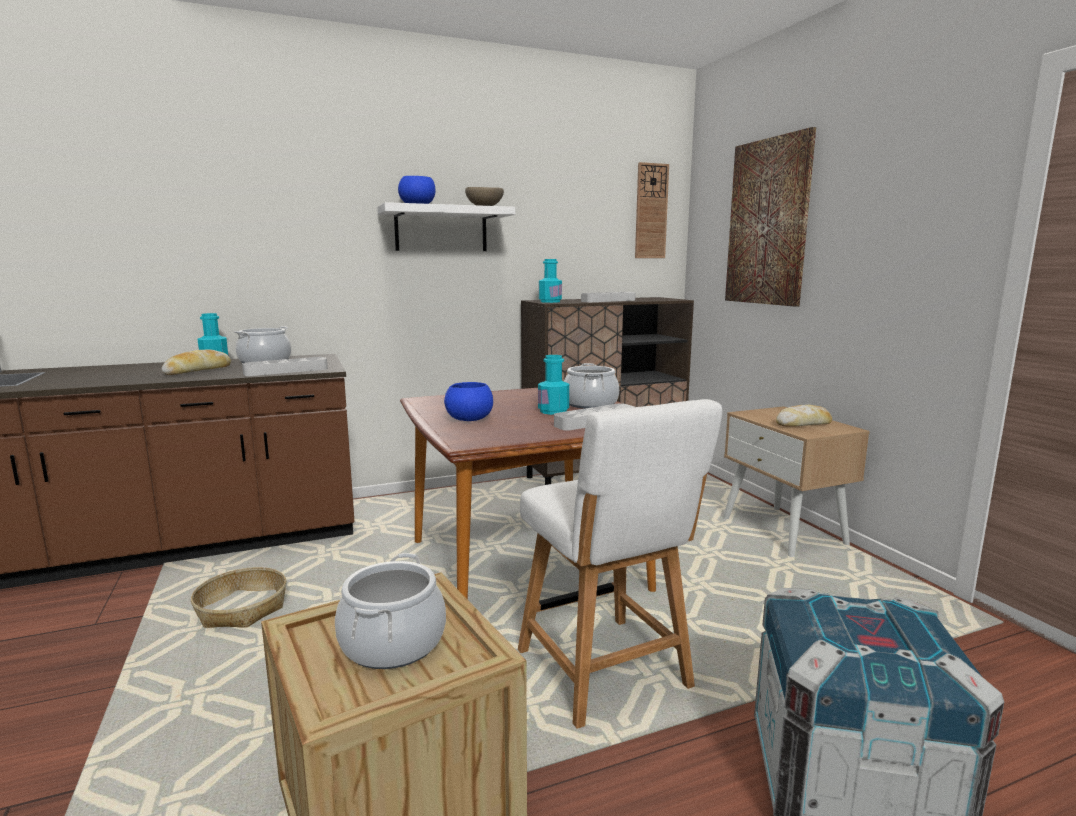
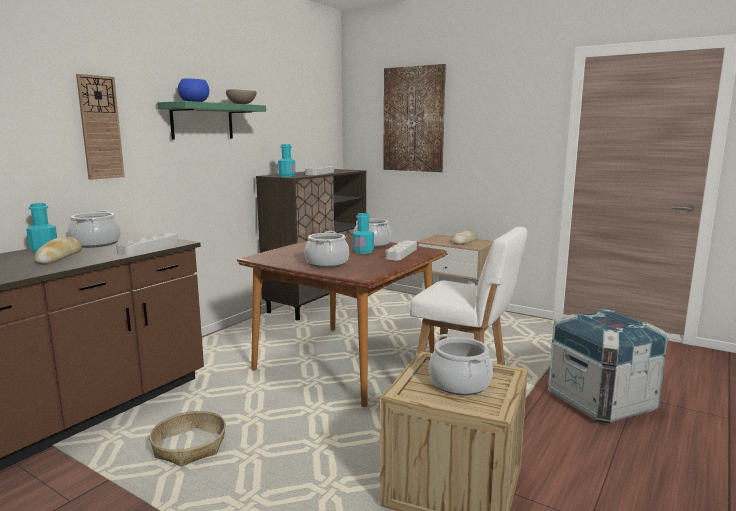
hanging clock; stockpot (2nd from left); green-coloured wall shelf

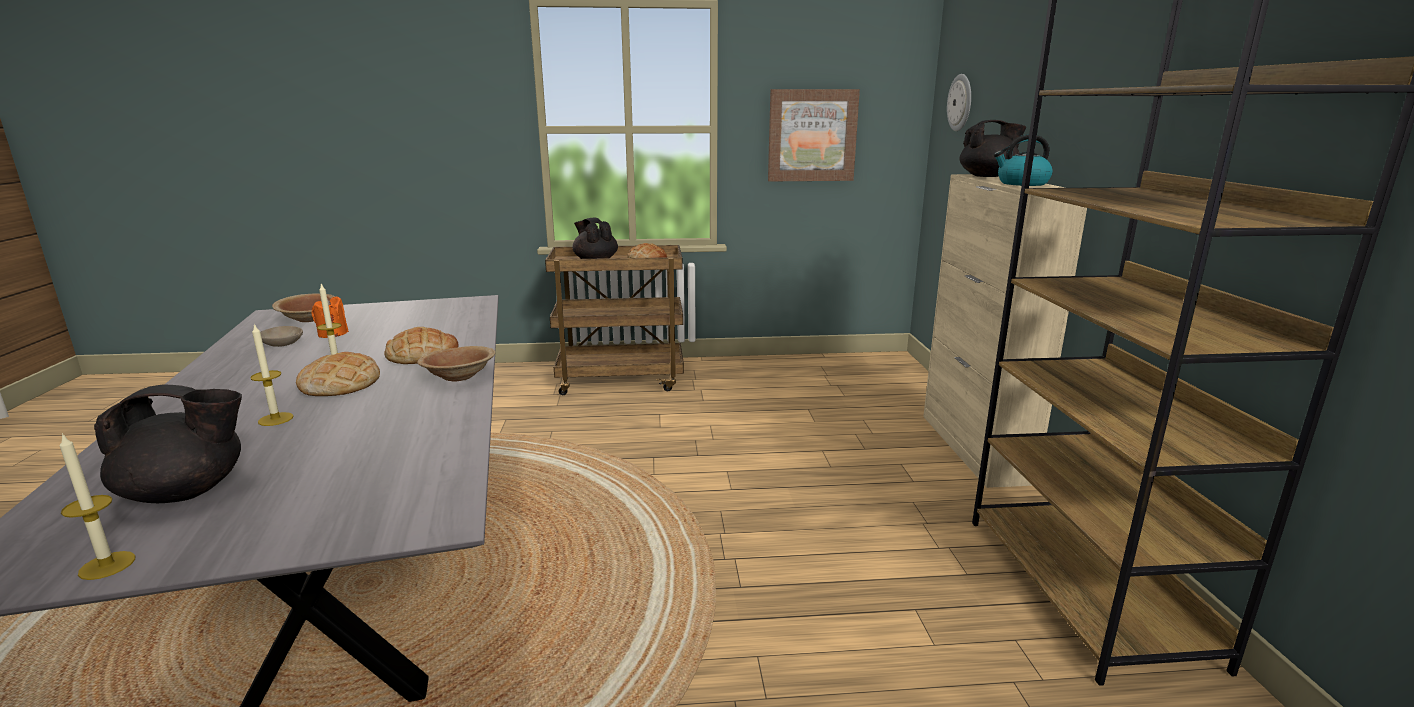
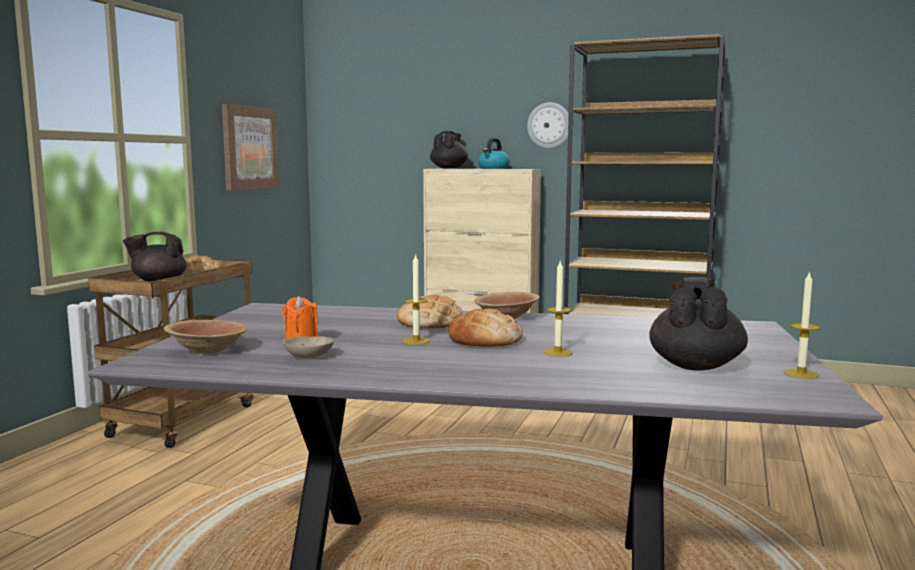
hanging clock

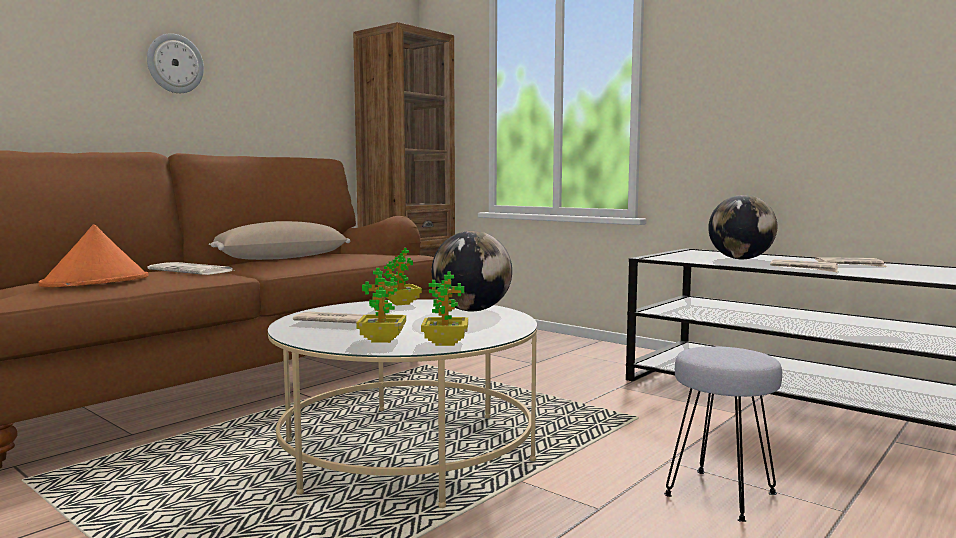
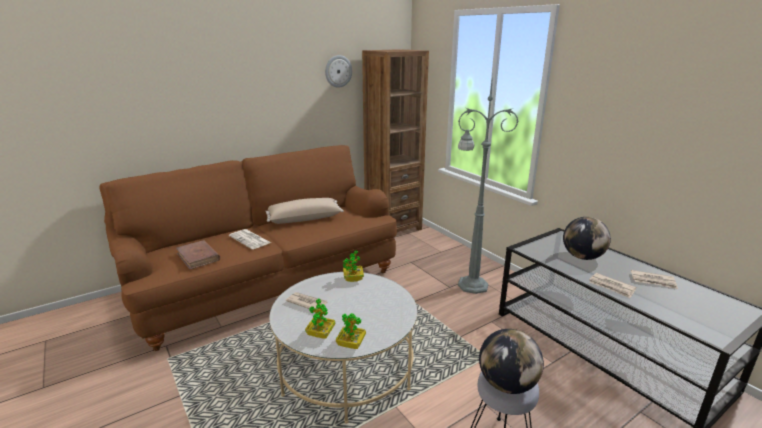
greyish standard lamp; hanging clock; world globe (1st from left); brown-coloured book

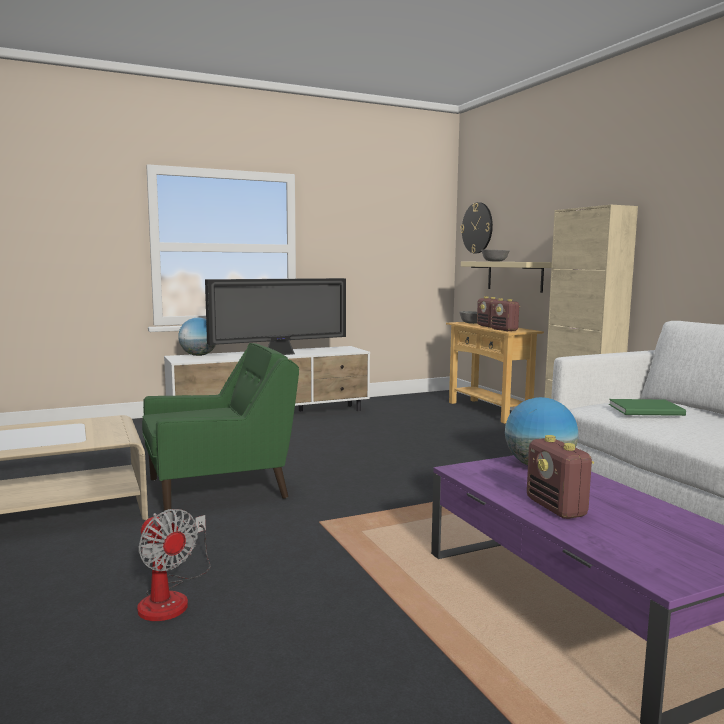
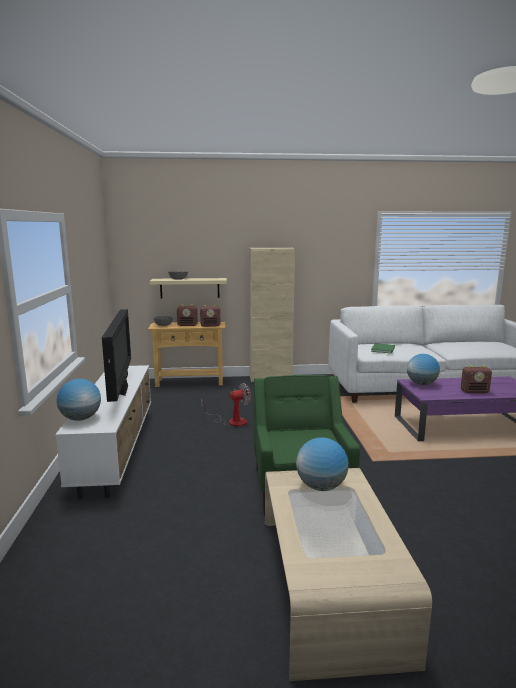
hanging clock; world globe (2nd from left); fan

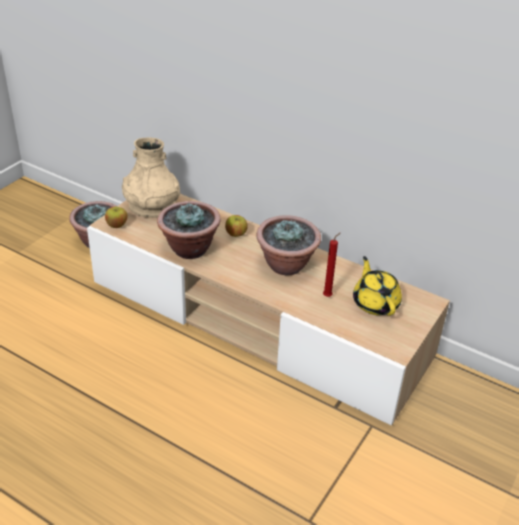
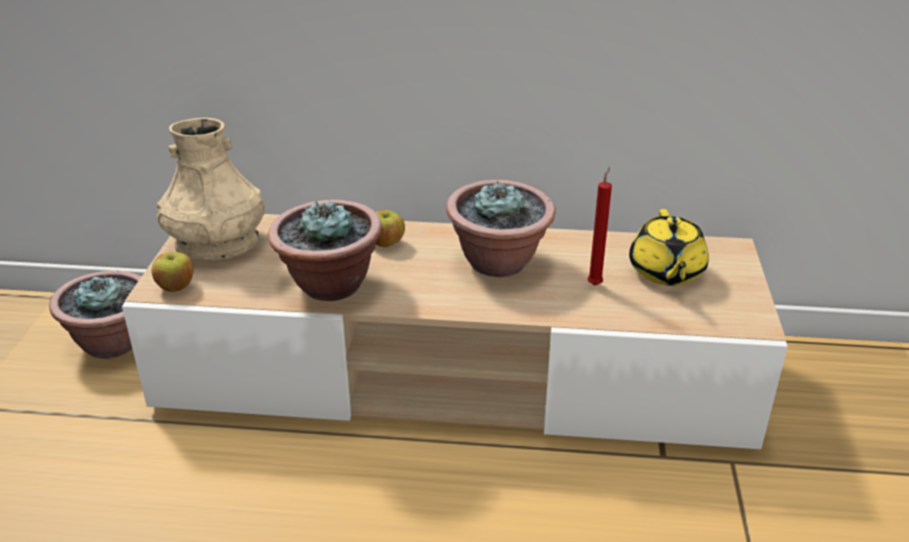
yellowish pot for tea

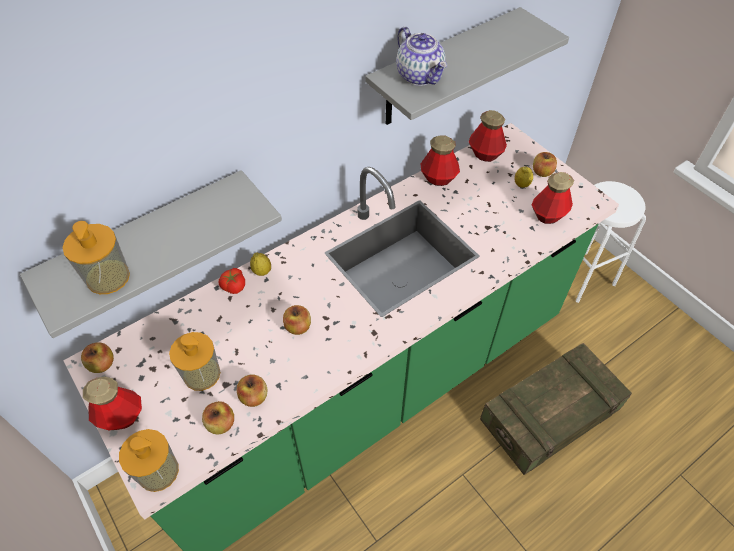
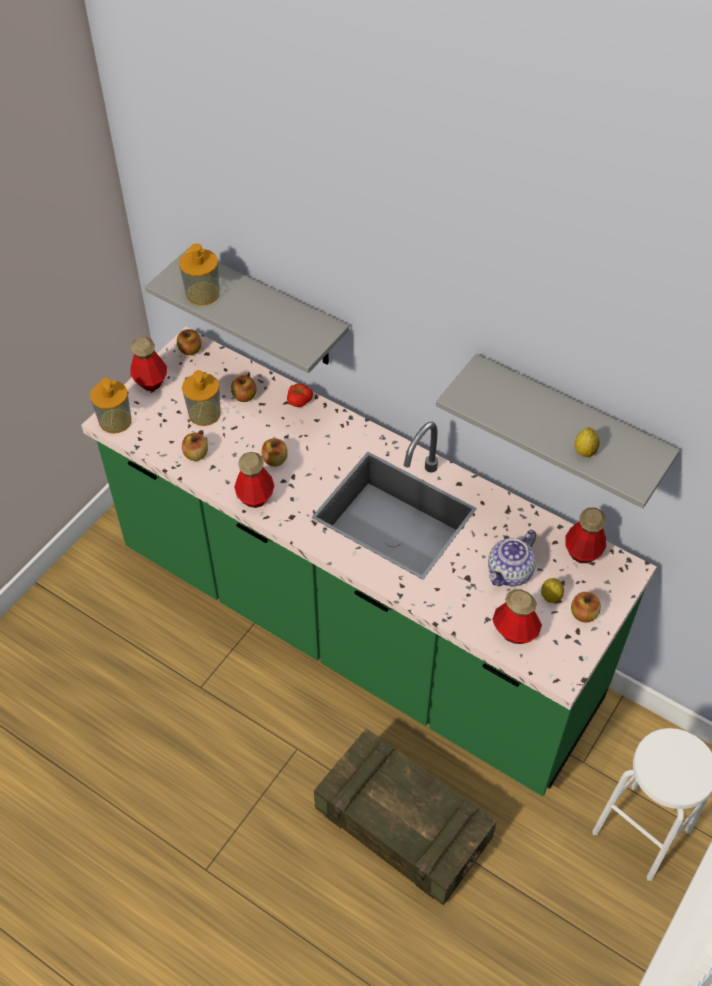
apple fruit (3rd from left); lemon (2nd from left); pot for tea; bottle (2nd from left)

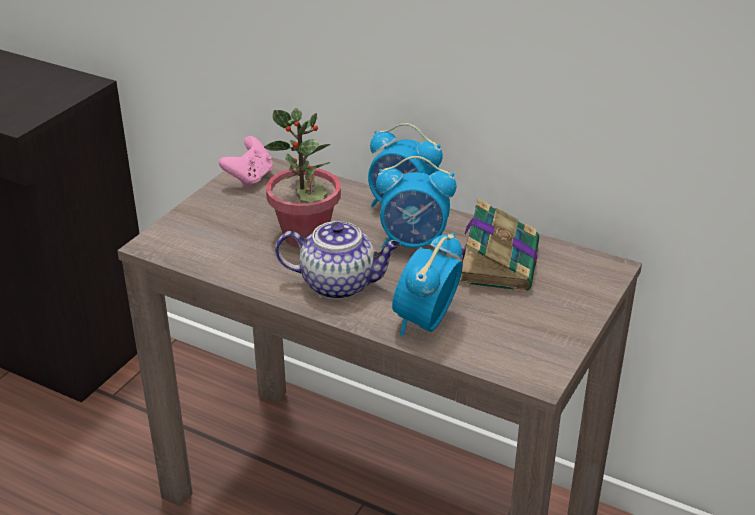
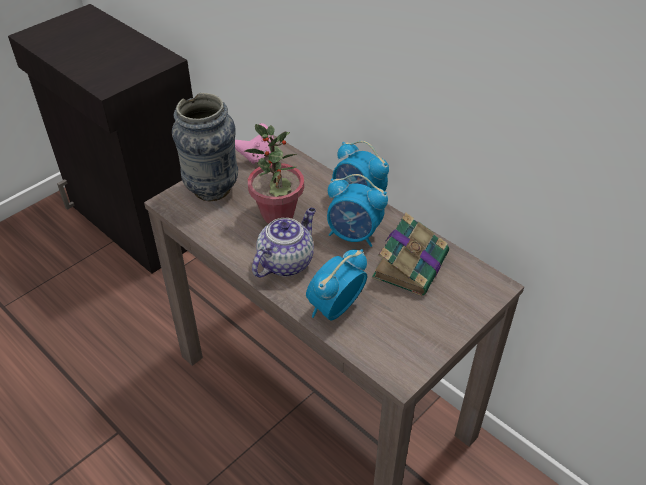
decorative vase; pot for tea

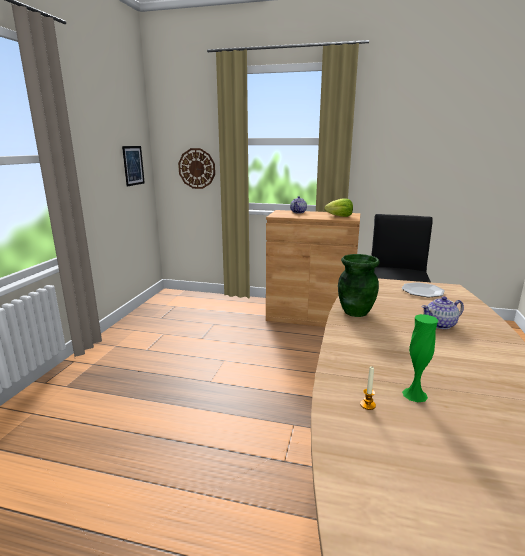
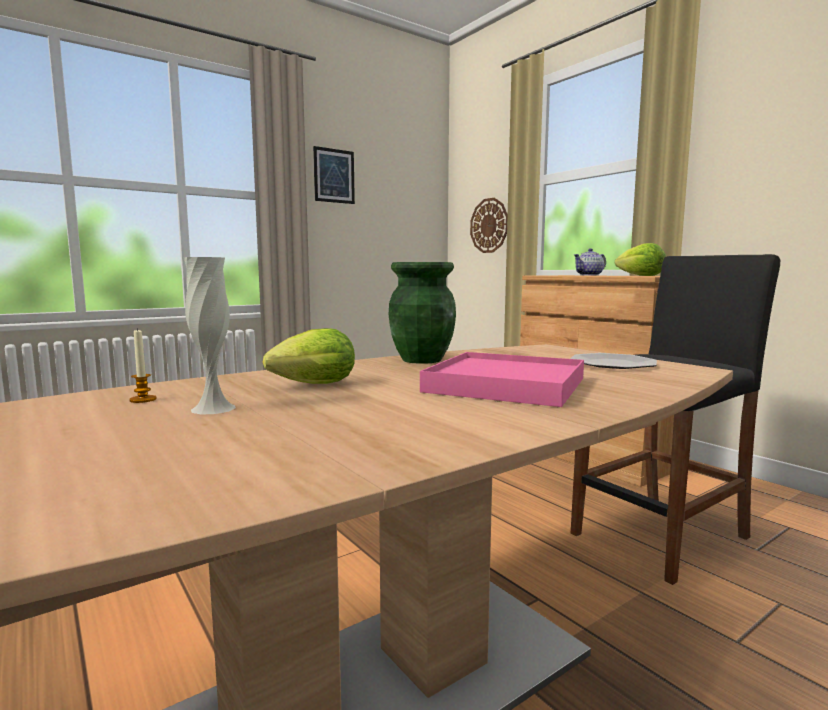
lettuce head (1st from left); wall art; pink-coloured serving tray; white-coloured decorative vase

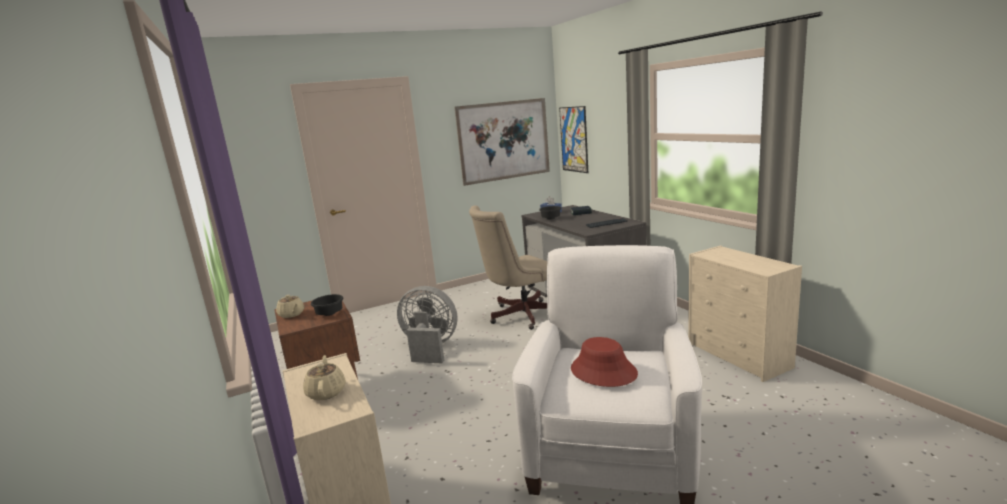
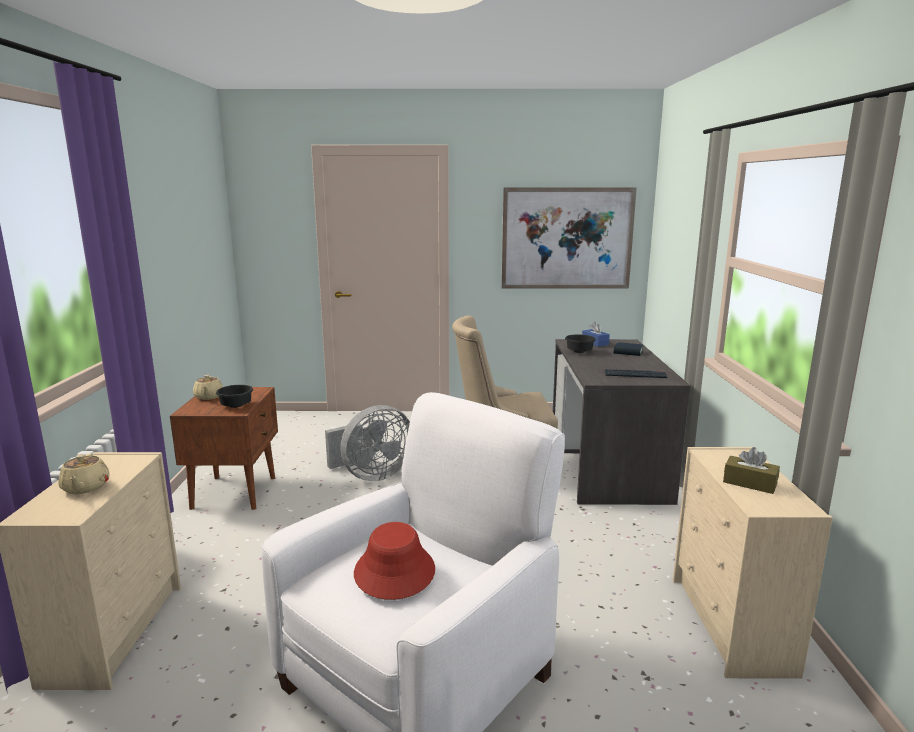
wall art (2nd from left in the first image); brown-coloured tissue holder; beige pot for tea (1st from left); greyish fan

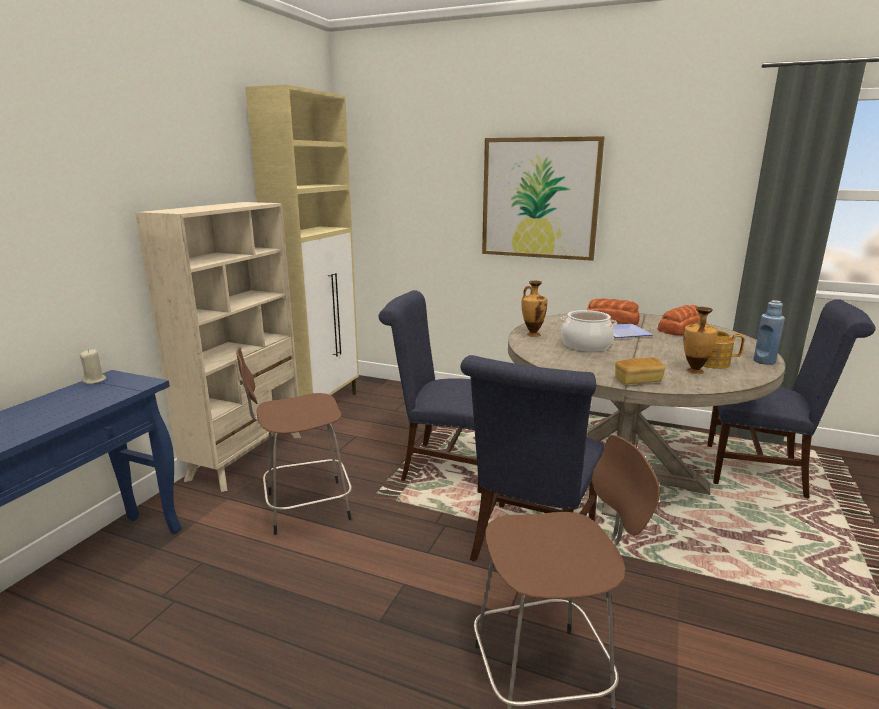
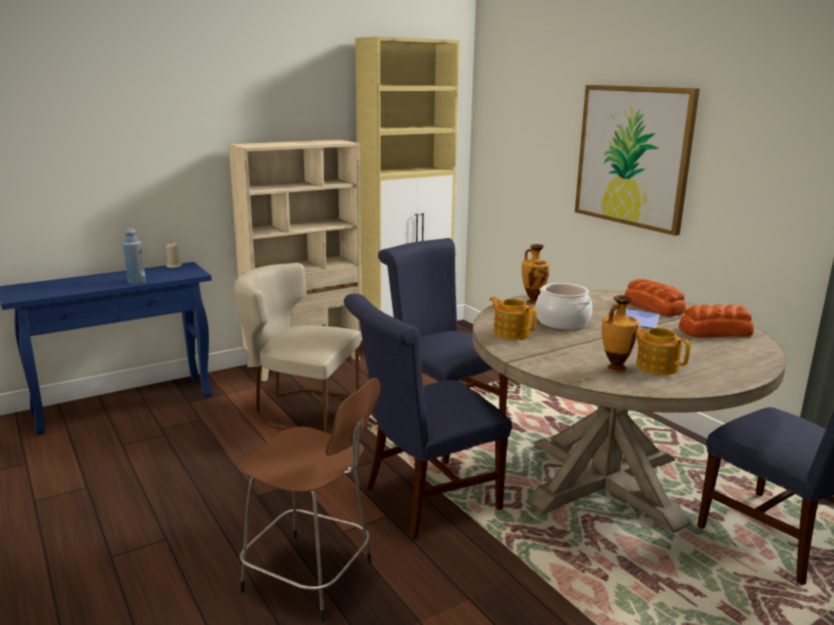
bakery bread (2nd from left in the first image); pot for tea (1st from left); blue bottle; beige chair

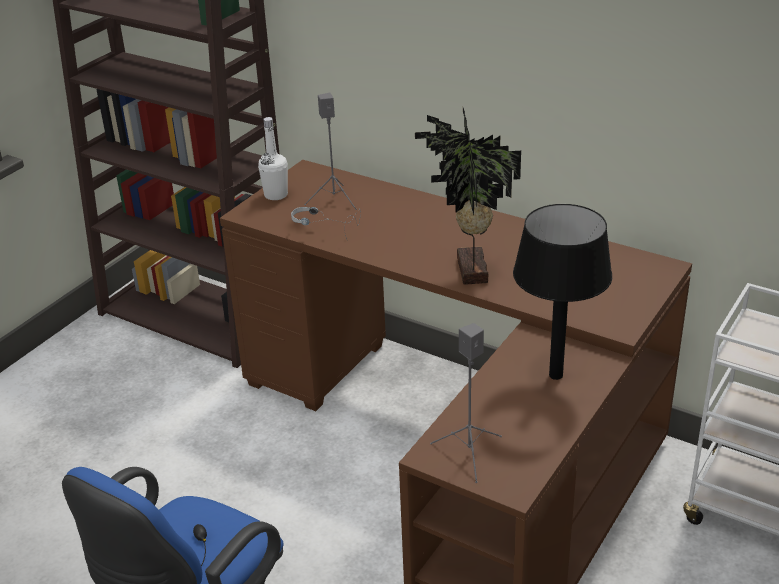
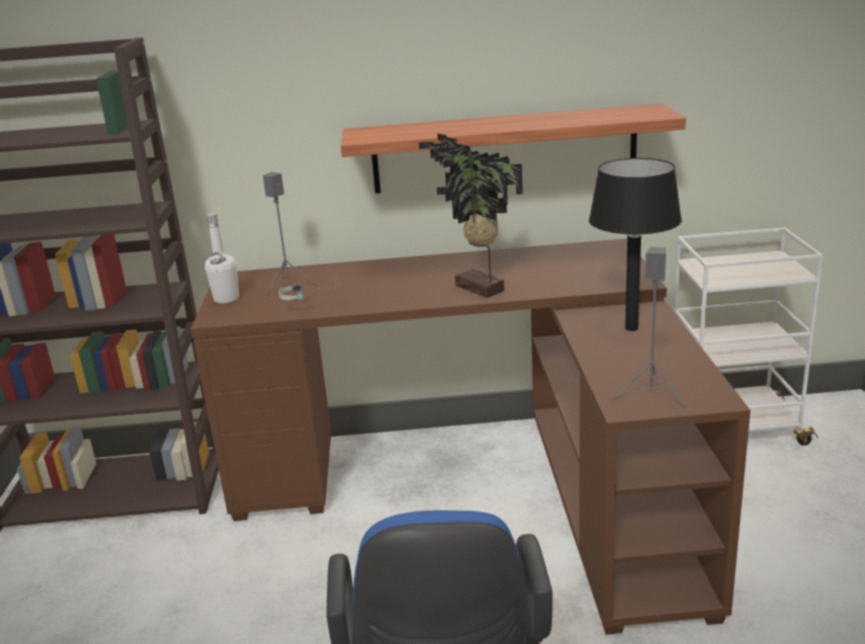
wall shelf

